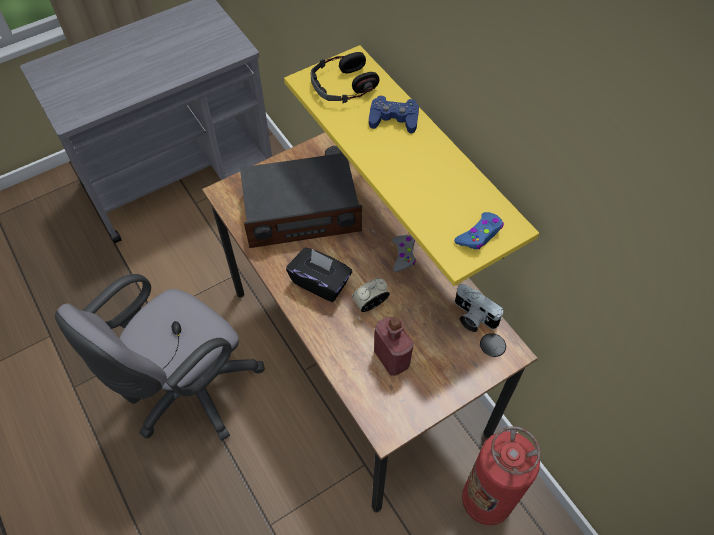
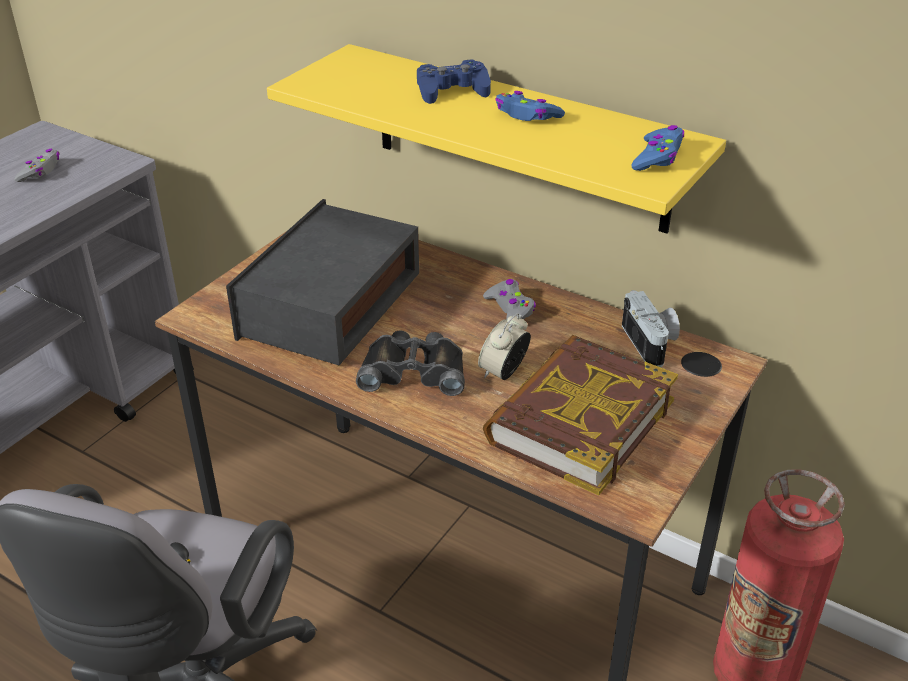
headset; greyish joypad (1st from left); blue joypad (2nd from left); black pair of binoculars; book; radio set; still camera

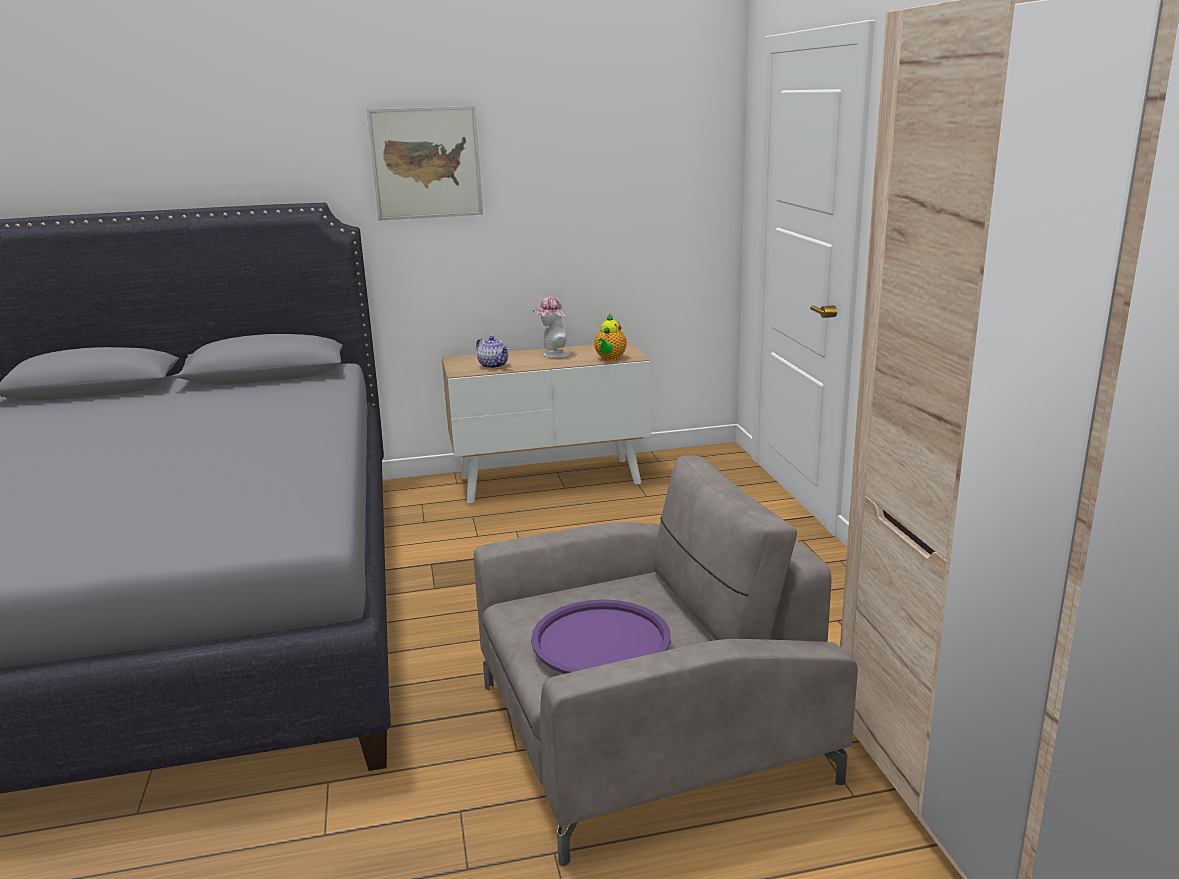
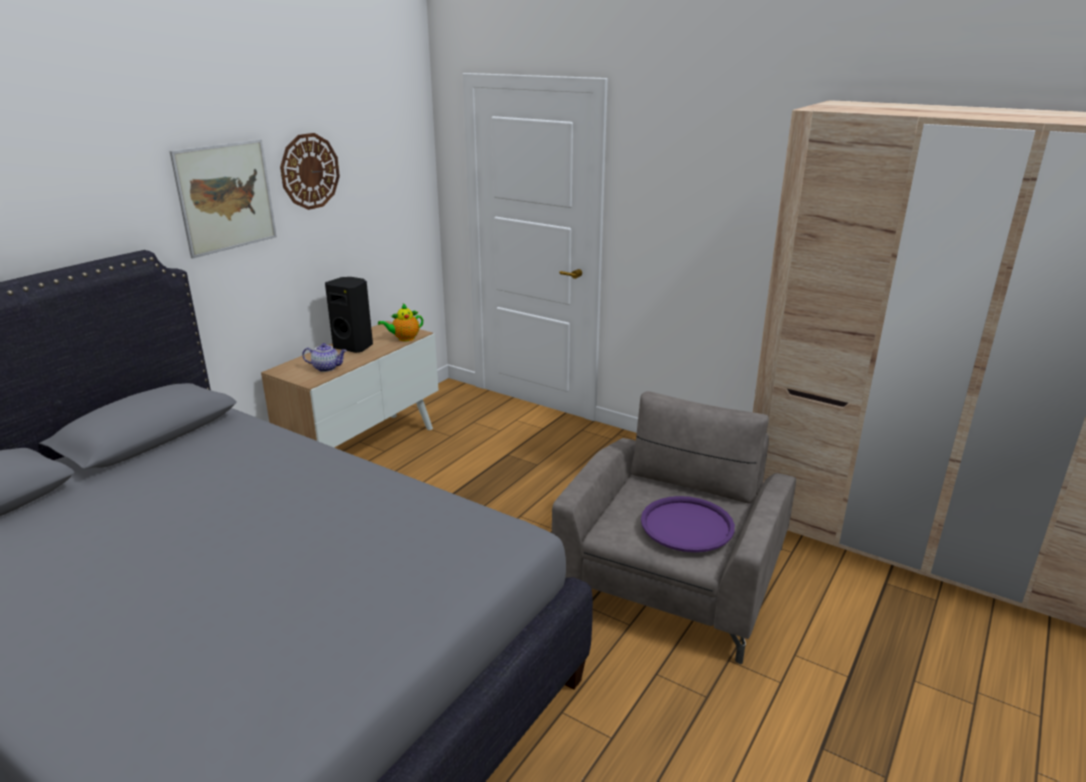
hanging clock; black speaker; pot for tea (2nd from left)

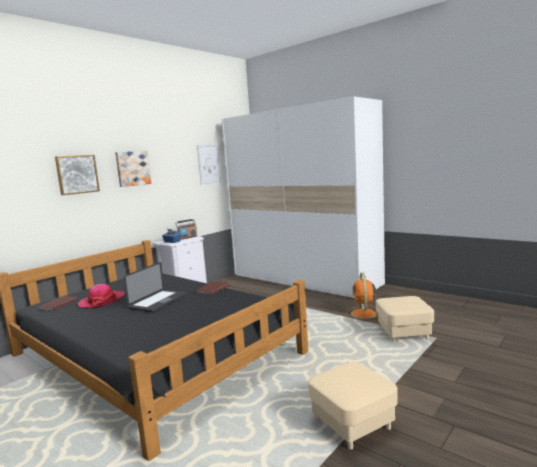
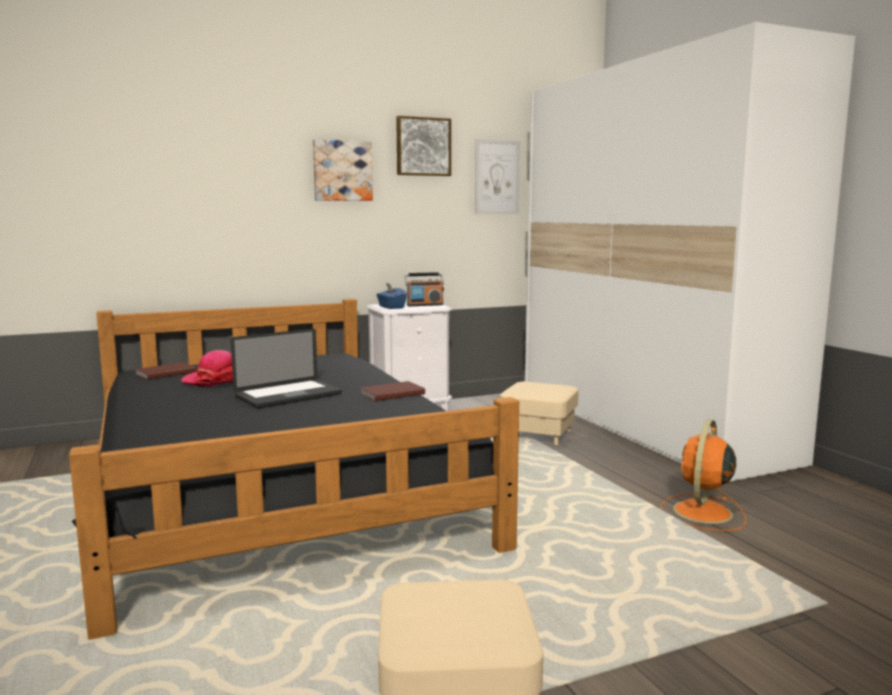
wall art (2nd from left); beige pouffe (2nd from left)

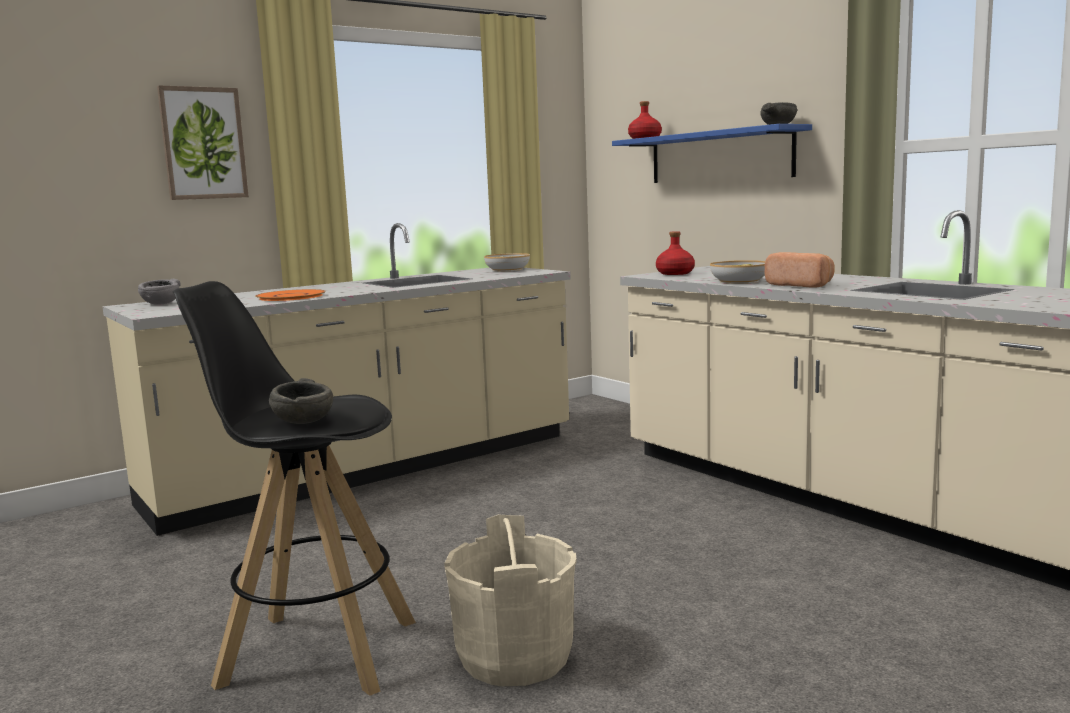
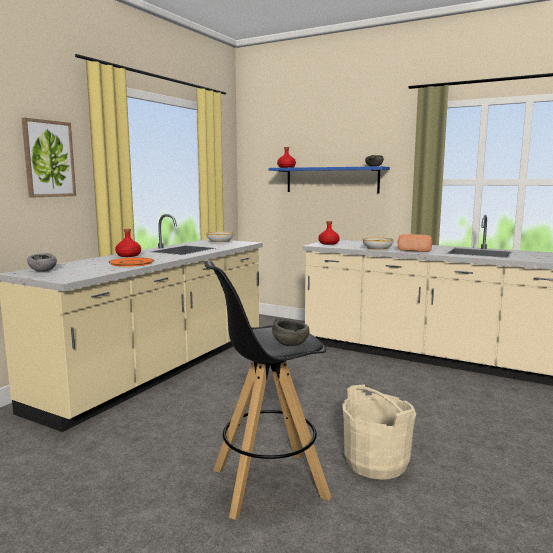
reddish bottle (1st from left)

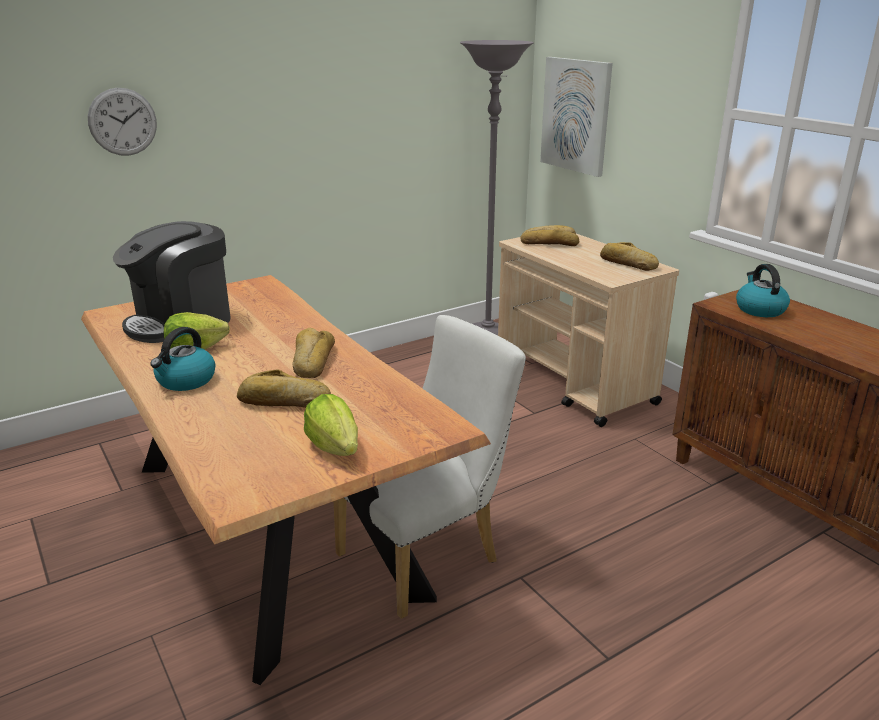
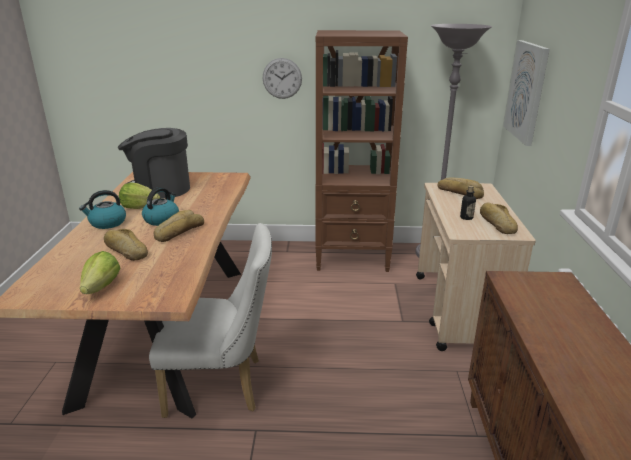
brown-coloured bookcase; bottle; hanging clock; tea kettle (2nd from left)

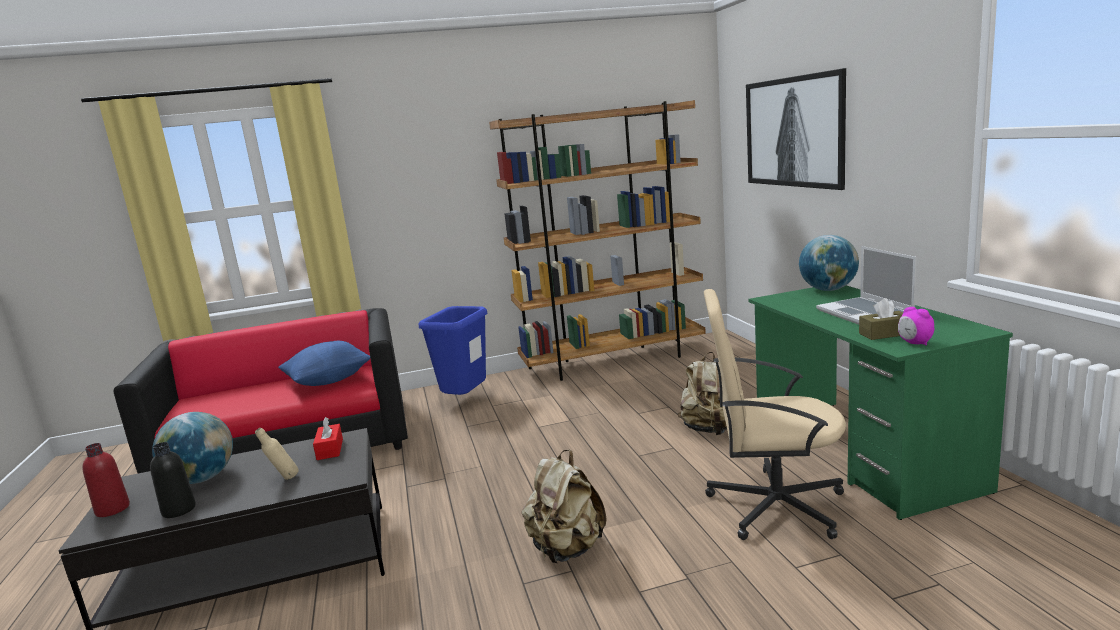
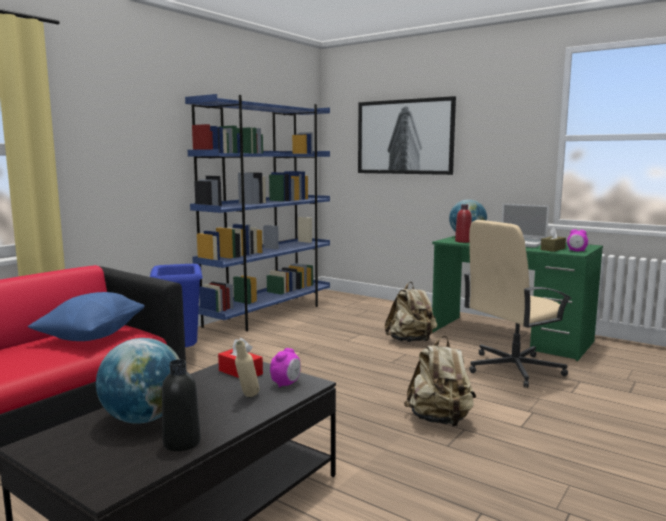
bedside clock (1st from left); reddish bottle; blue bookcase

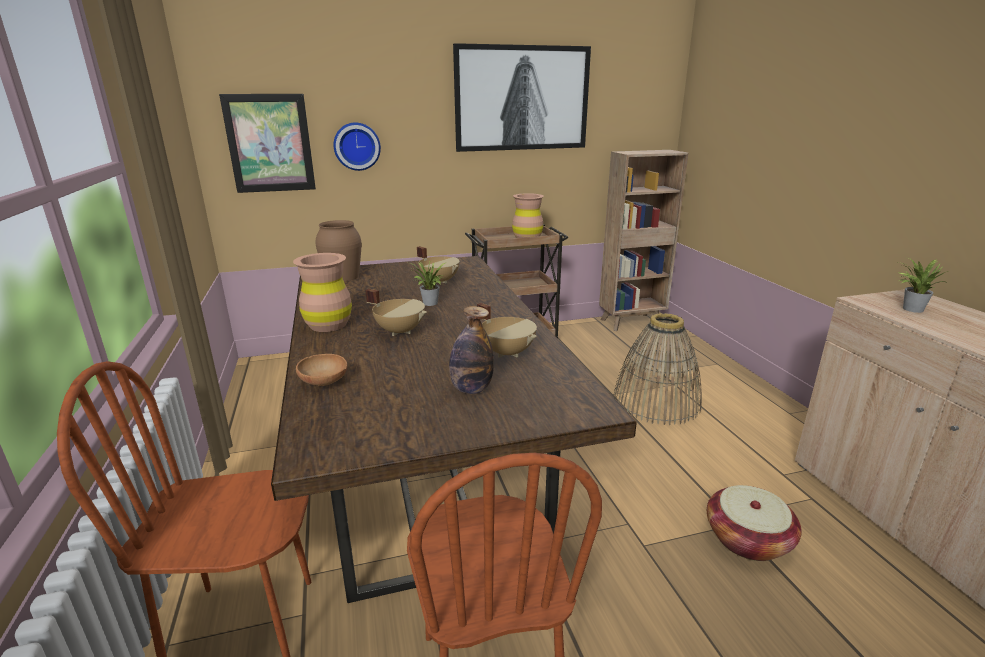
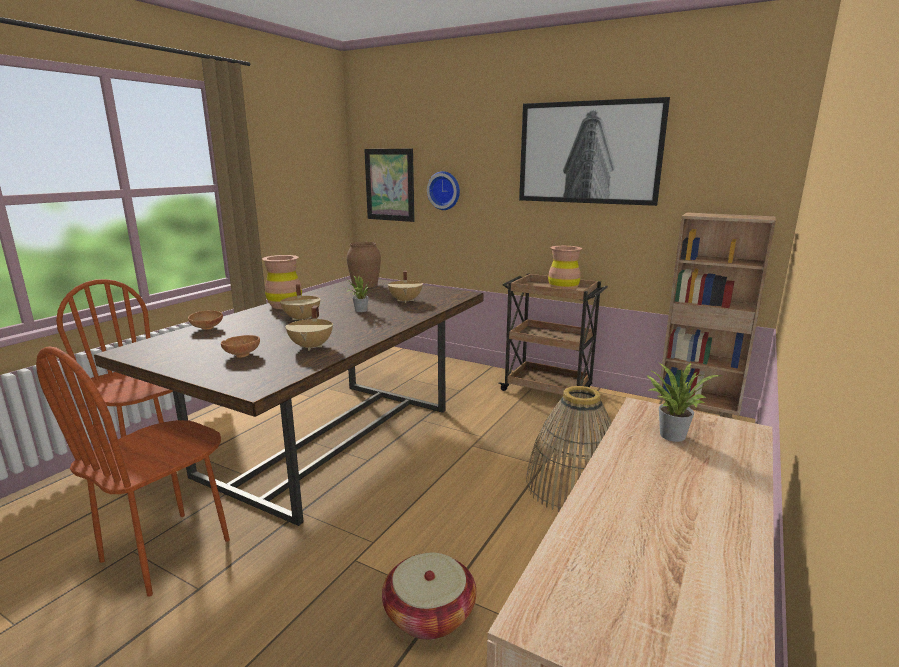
brown-coloured deep dish (2nd from left)

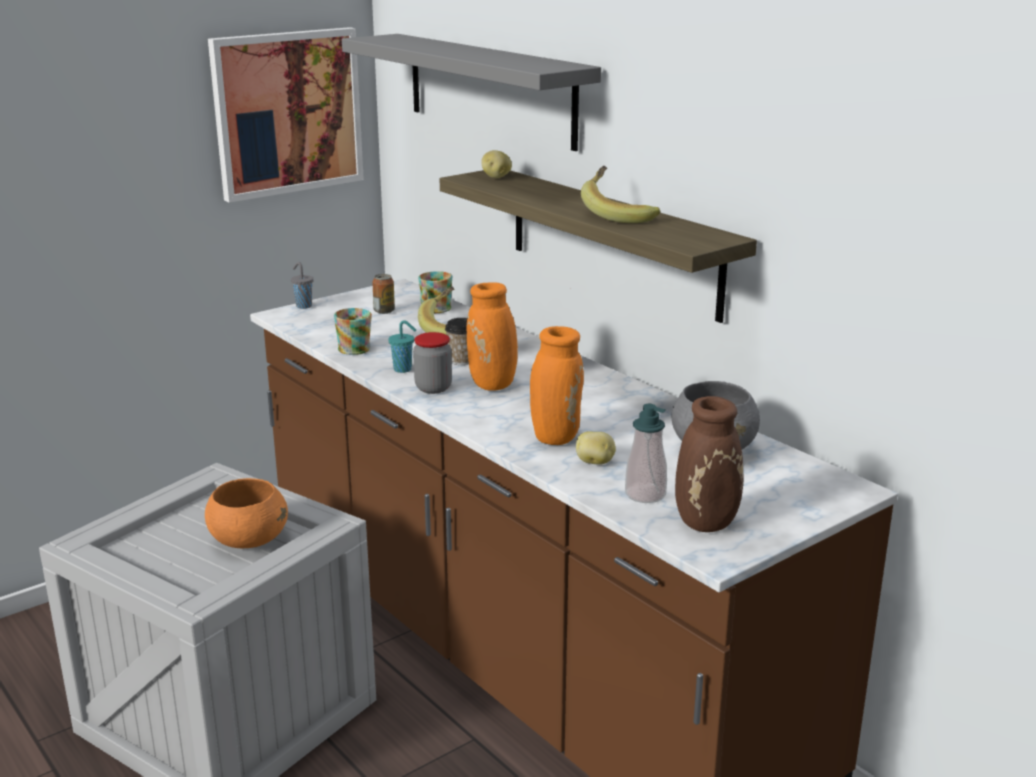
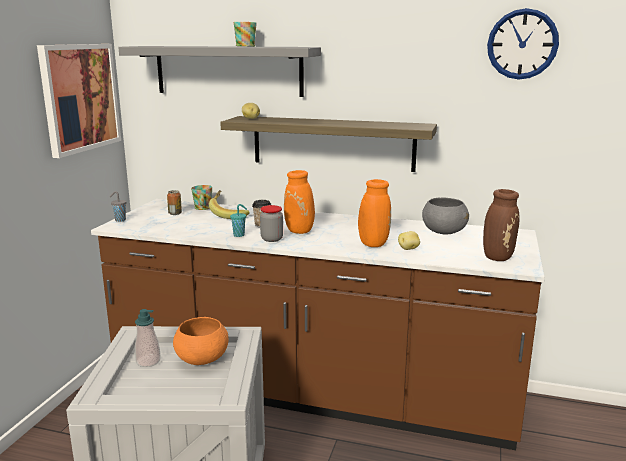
whole banana (2nd from left in the first image); hanging clock; tea mug (2nd from left); soap dispenser

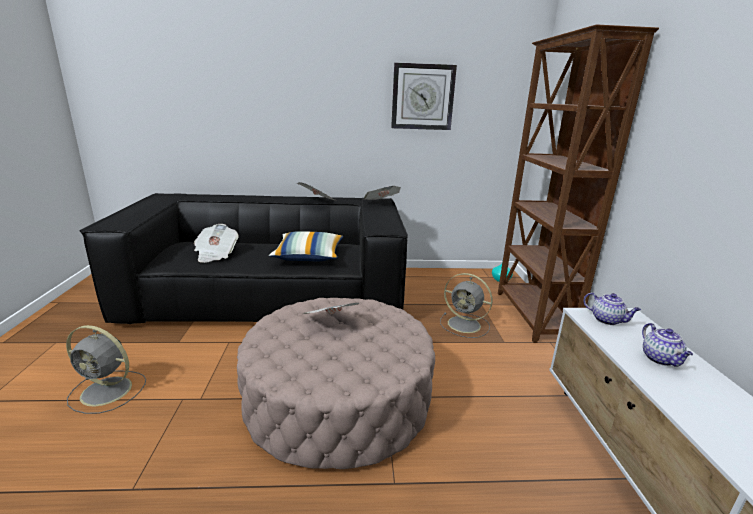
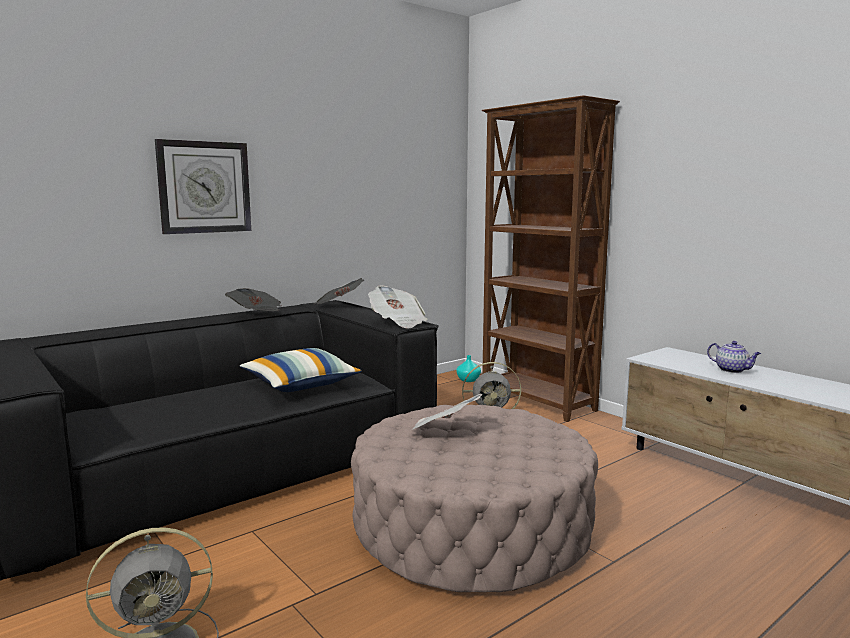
pot for tea (1st from left in the first image); daily paper (3rd from left); hanging clock

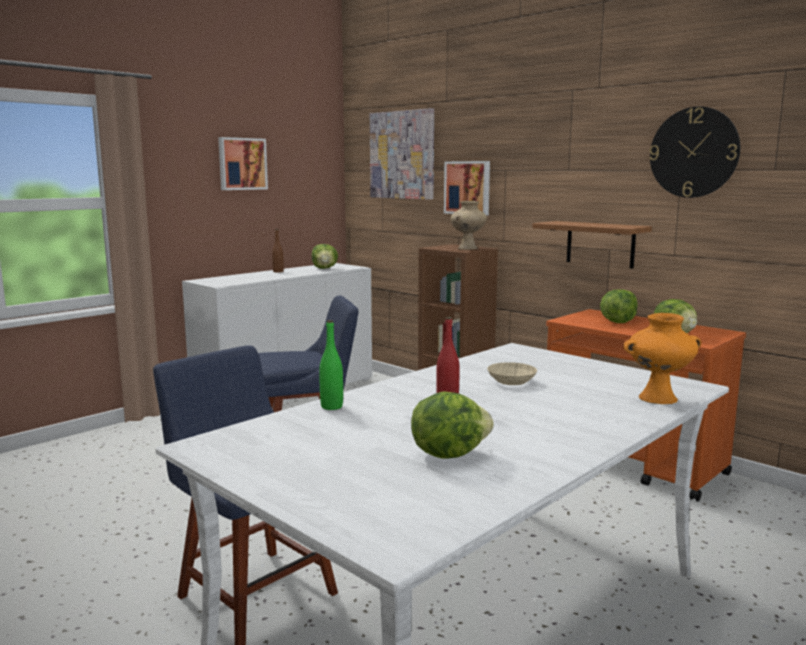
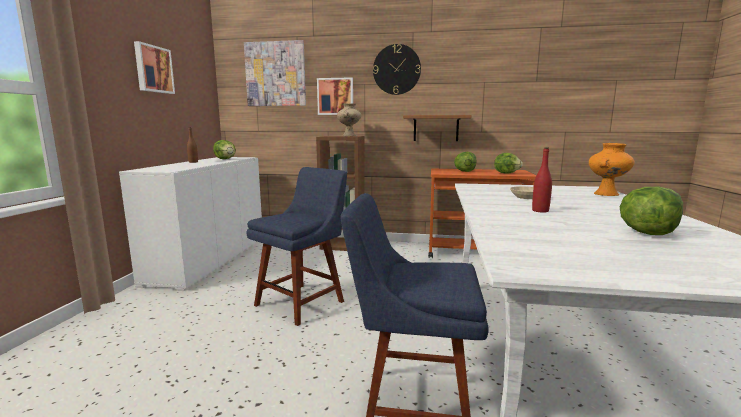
green-coloured bottle; hanging clock

